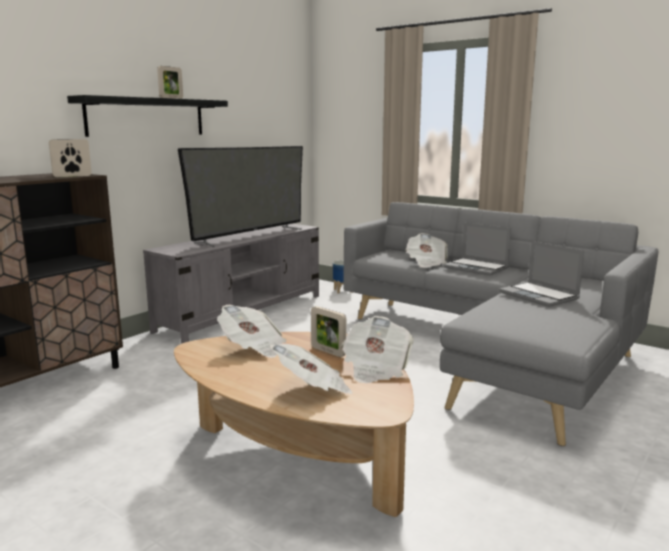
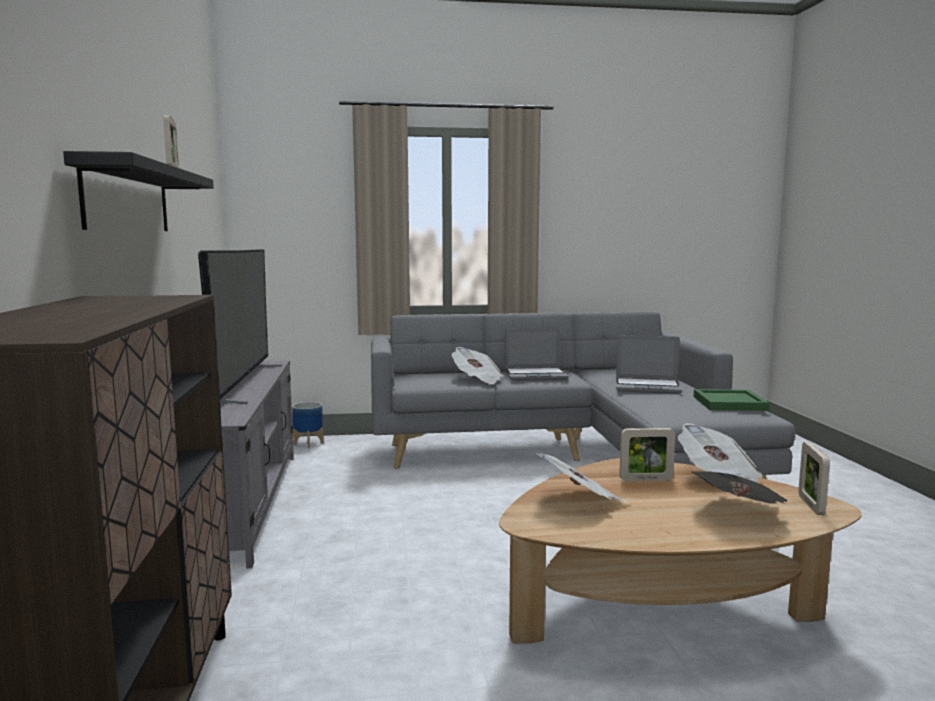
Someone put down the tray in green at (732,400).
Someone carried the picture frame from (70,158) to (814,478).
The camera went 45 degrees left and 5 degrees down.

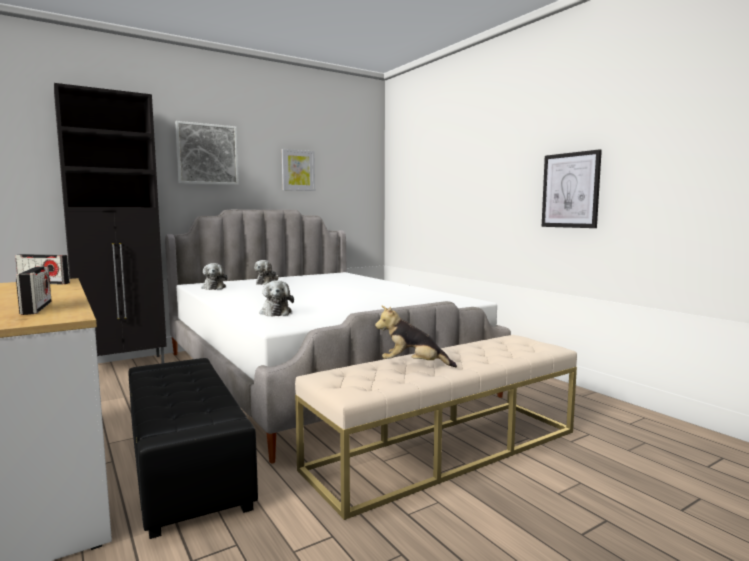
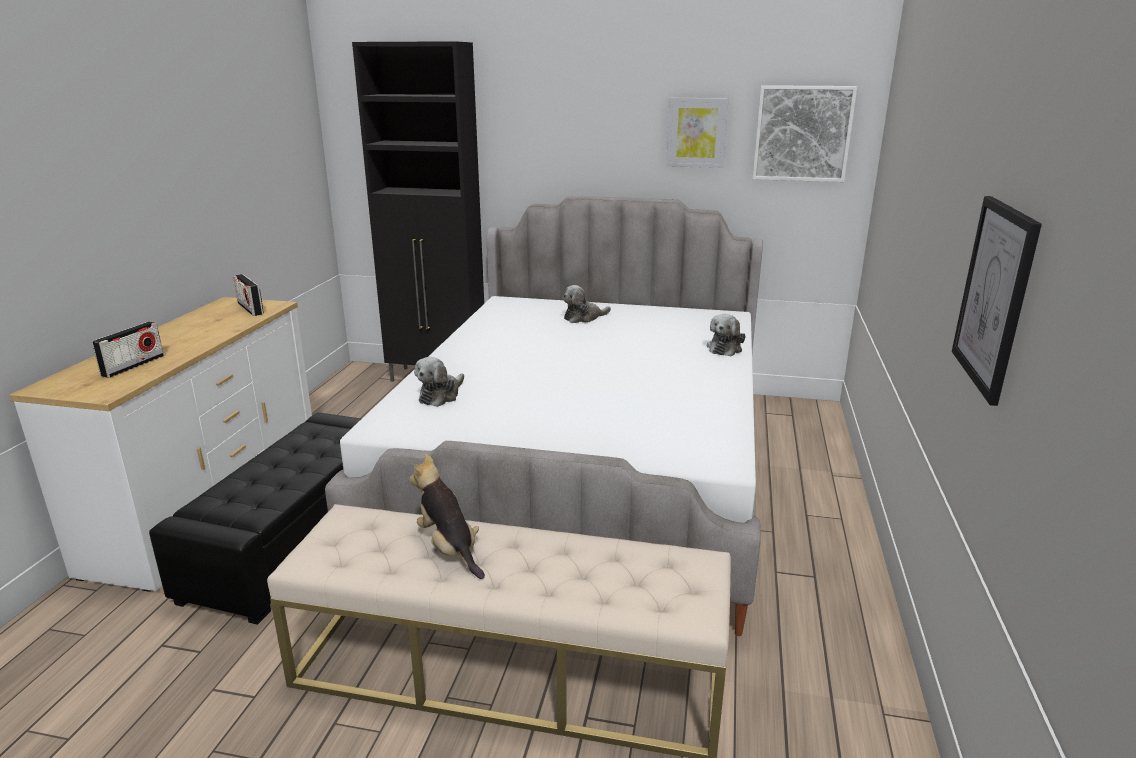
Someone carried the plush toy from (214,276) to (725,335).
Someone carried the picture from (207,153) to (804,133).
The camera went 45 degrees right and 15 degrees up.

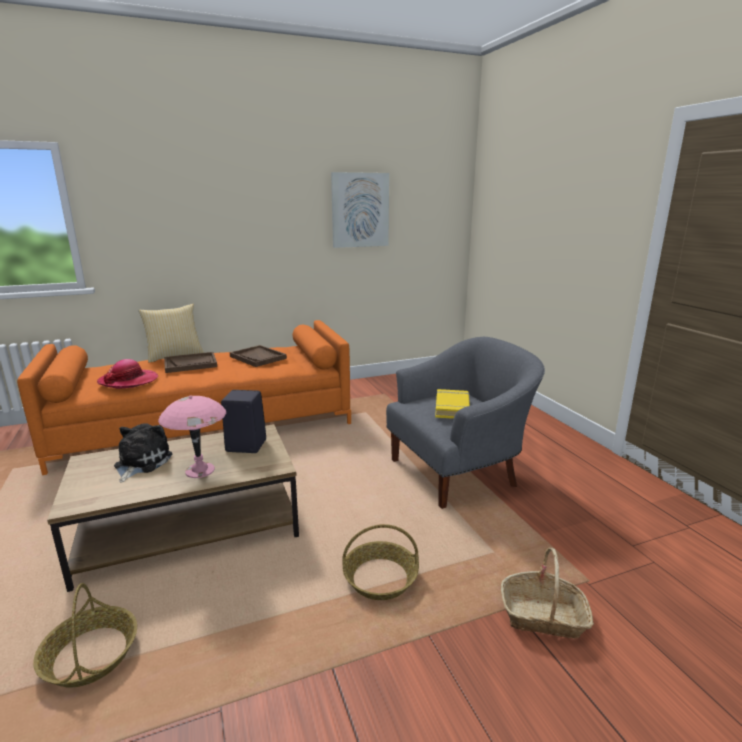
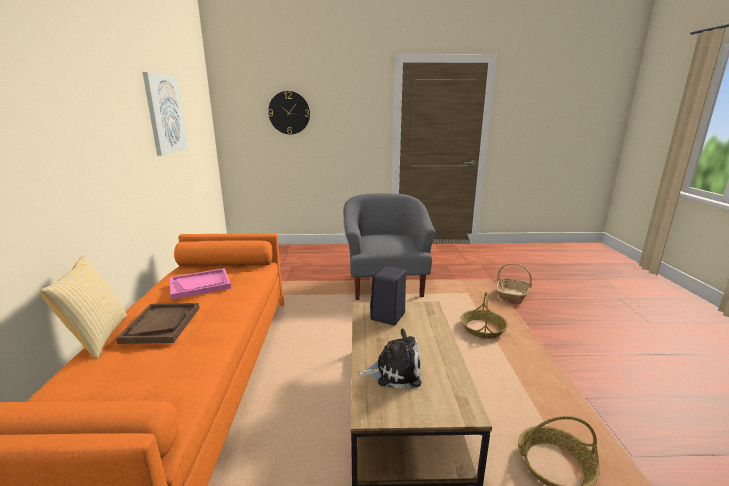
Someone repainted the tray in brown at (258,356), which became the tray in pink at (200,284).
Someone put up the wall clock at (289,112).
Someone rotated the plush toy at (143,453) by 150 degrees clockwise.
Someone took away the hat at (127,374).
Someone took away the table lamp in pink at (192,436).
Someone took away the book in yellow at (452,404).
The camera went 70 degrees left and 0 degrees up.

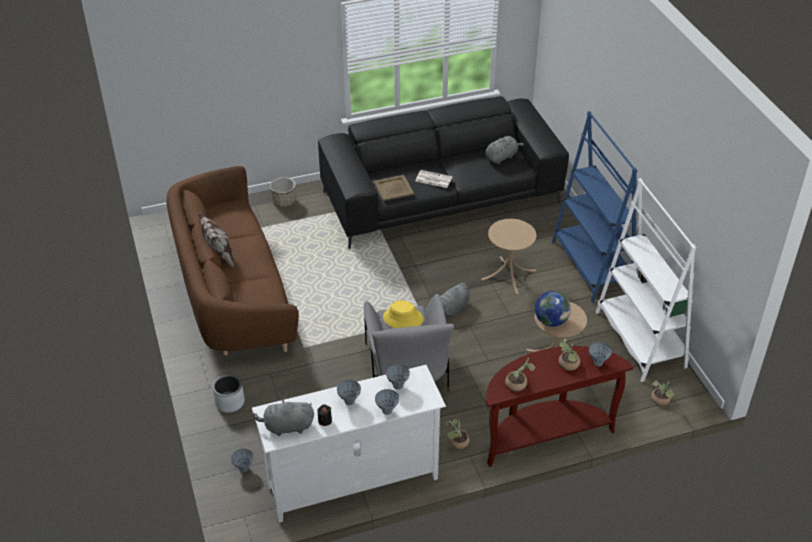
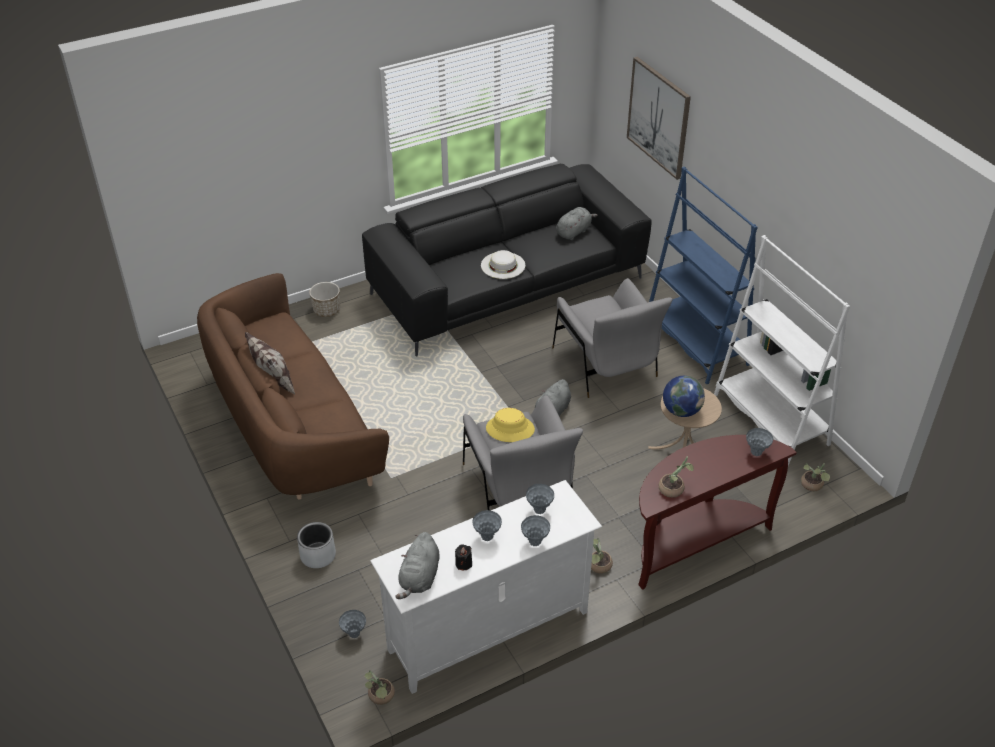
Someone carried the potted plant from (569,356) to (380,687).
Someone rotated the plush toy in grey at (283,417) by 60 degrees counterclockwise.
Someone swapped the newspaper at (434,179) for the hat in white at (503,264).
Someone swapped the side table in beige at (508,256) for the armchair in grey at (612,338).
Someone put up the picture at (659,118).
Someone took away the tray in beige at (394,188).
The camera went 10 degrees left and 0 degrees up.

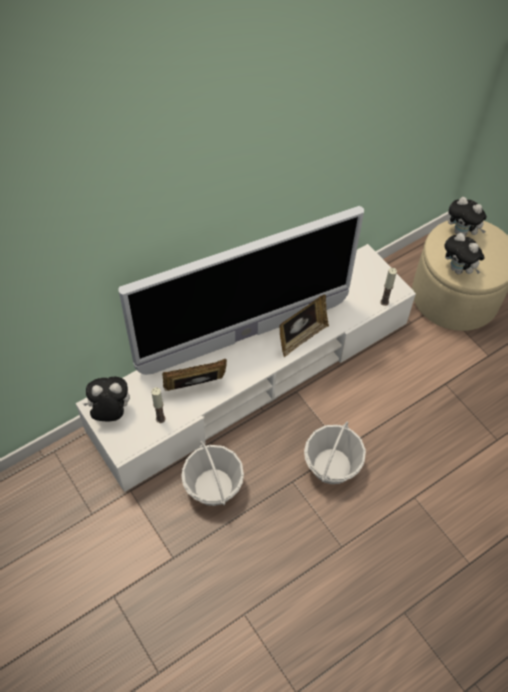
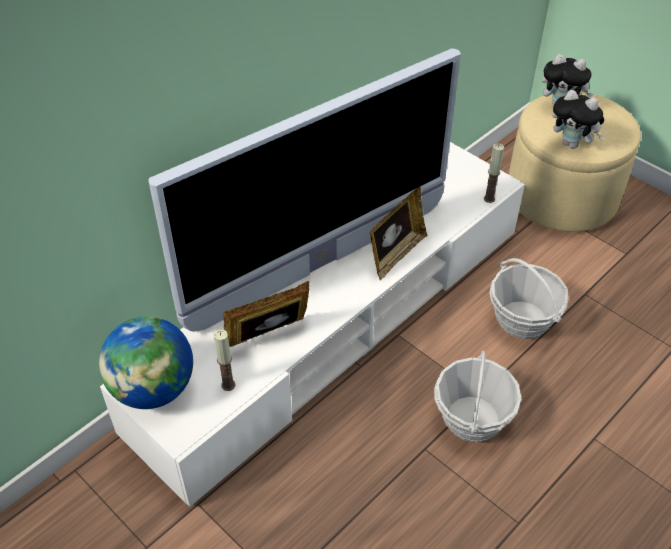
Someone swapped the plush toy at (106,399) for the globe at (146,363).
Someone carried the basket from (212,473) to (529,298).
The camera went 10 degrees left and 10 degrees down.

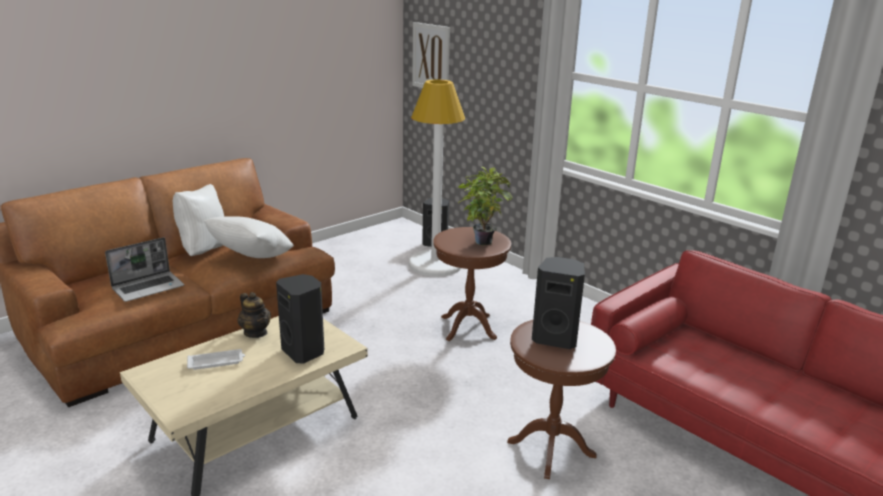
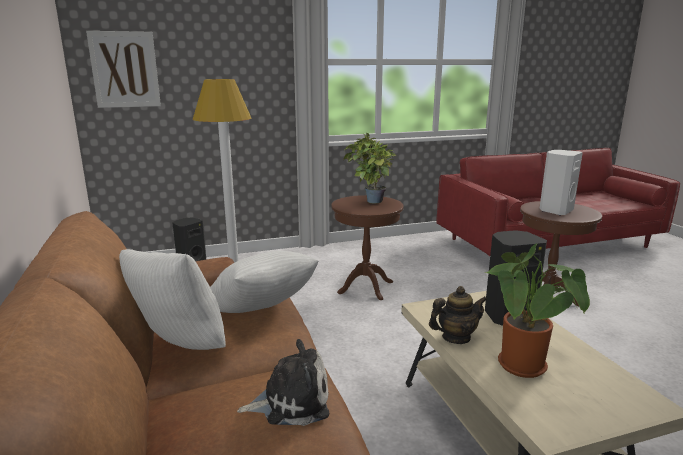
Someone swapped the laptop at (144,269) for the plush toy at (283,382).
Someone swapped the tray in white at (216,359) for the potted plant at (537,310).
Someone repainted the speaker in black at (558,303), which became the speaker in white at (561,182).
The camera went 65 degrees left and 5 degrees down.

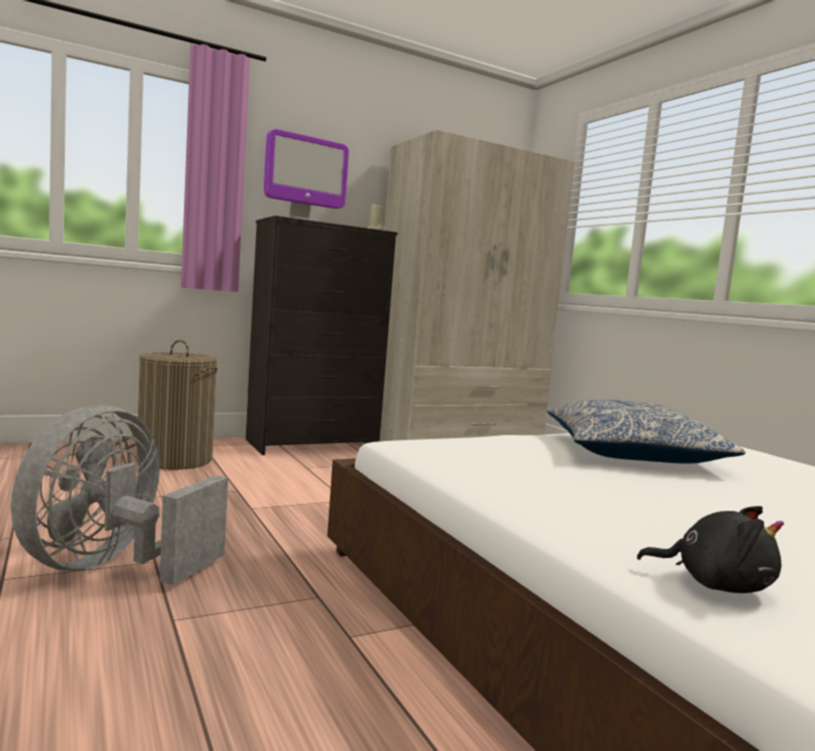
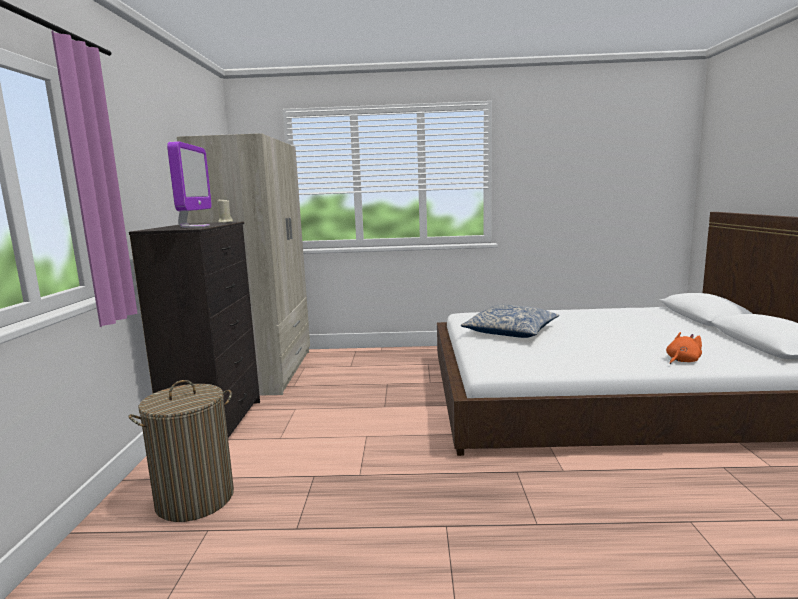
Someone repainted the plush toy in black at (710,549), which became the plush toy in orange at (684,348).
Someone took away the fan in grey at (119,495).
The camera went 60 degrees left and 5 degrees up.

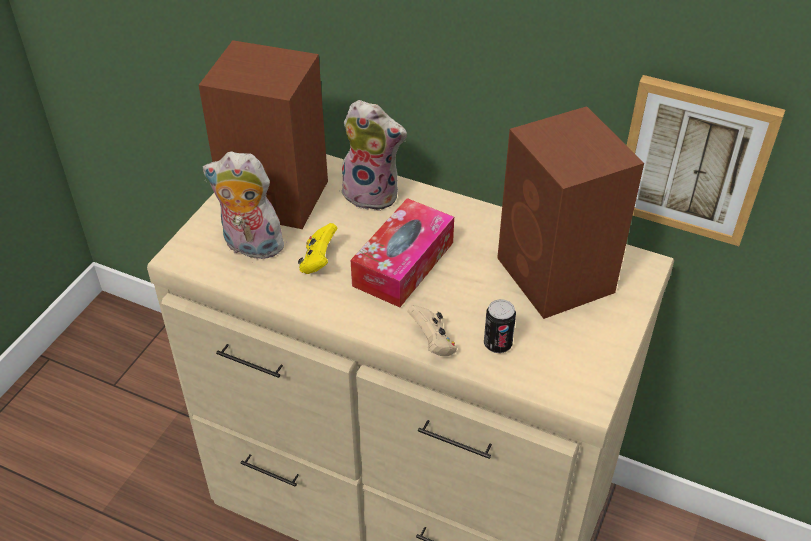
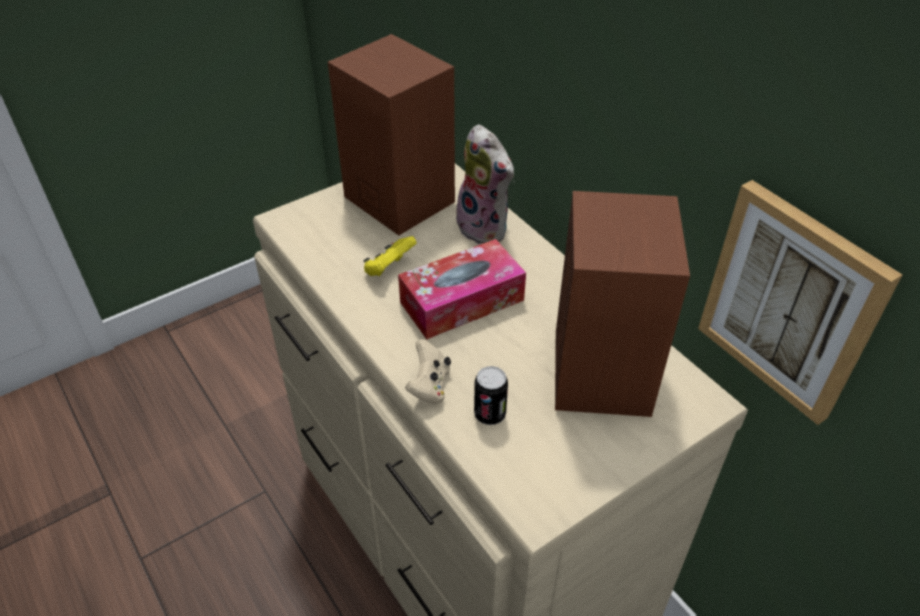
Someone took away the plush toy at (243,205).
The camera went 30 degrees right and 0 degrees up.

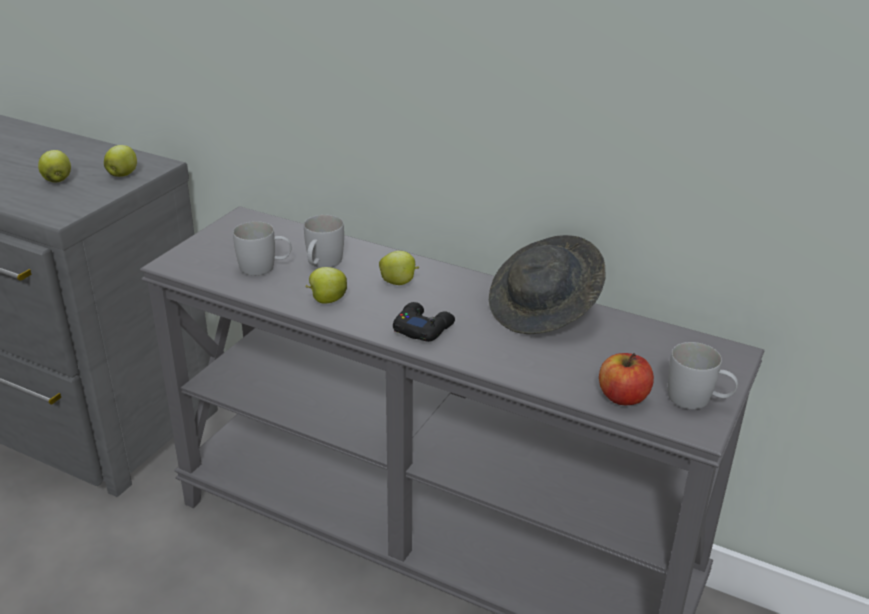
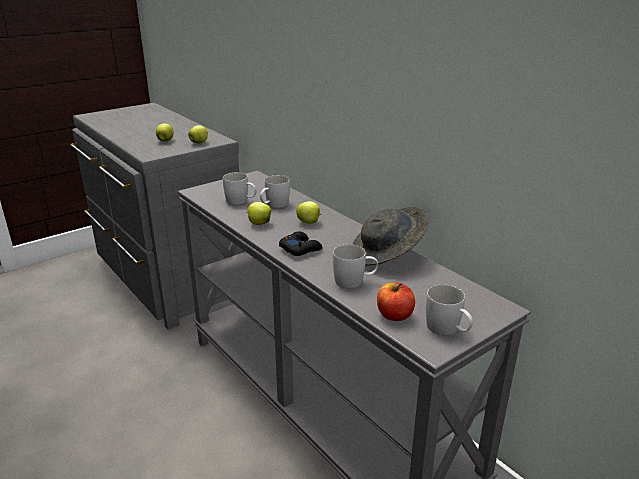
Someone put down the mug in white at (355,266).
The camera went 25 degrees right and 5 degrees down.

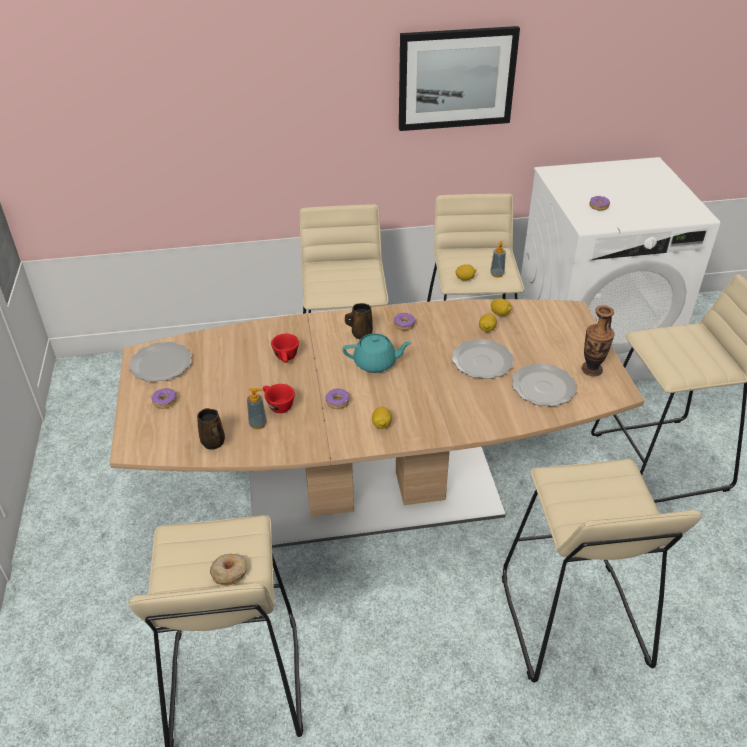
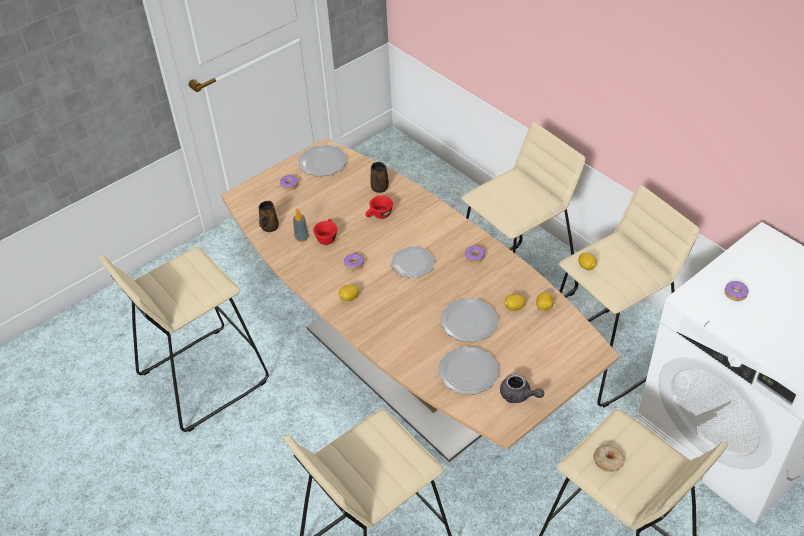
Someone carried the mug in brown from (359,321) to (380,177).
Someone swapped the teapot in turquoise at (377,353) for the plate at (413,262).
Someone swapped the vase at (598,340) for the teapot in grey at (522,388).
Someone carried the donut from (228,570) to (609,458).
Someone took away the picture at (459,78).
Someone took away the soap dispenser at (498,259).
The camera went 60 degrees right and 5 degrees up.

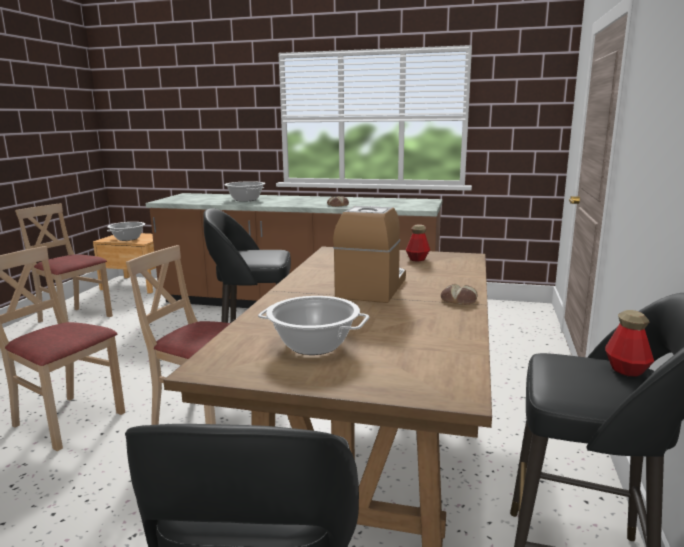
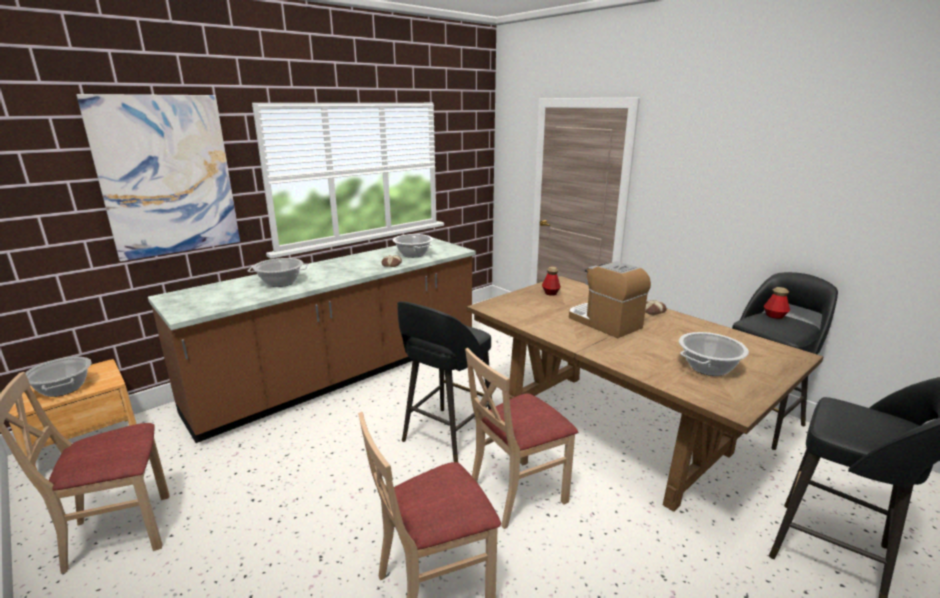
Someone put up the picture at (158,178).
Someone put down the cooking pot at (412,246).
The camera went 55 degrees left and 5 degrees up.

